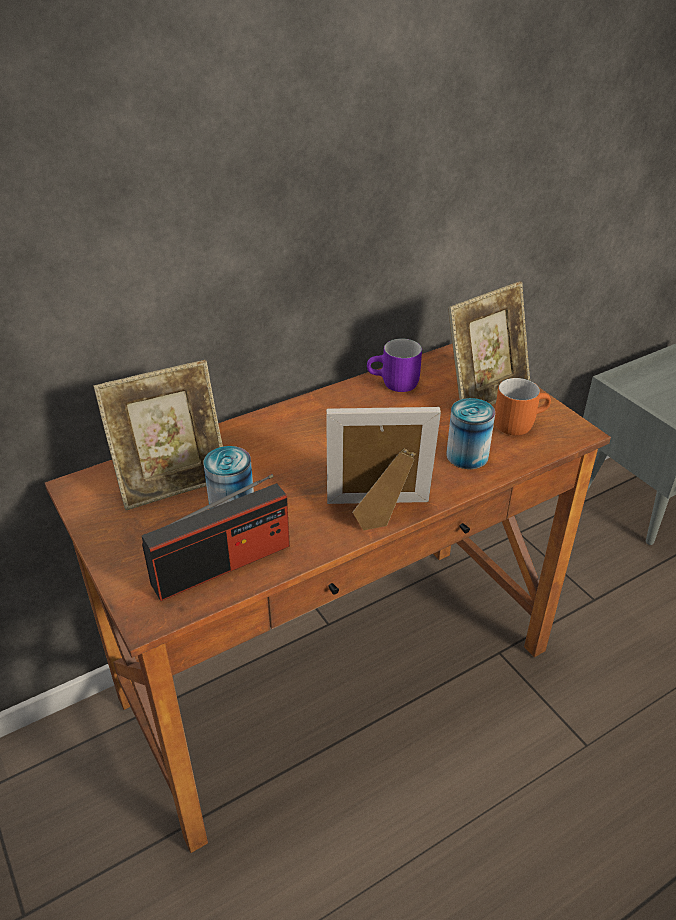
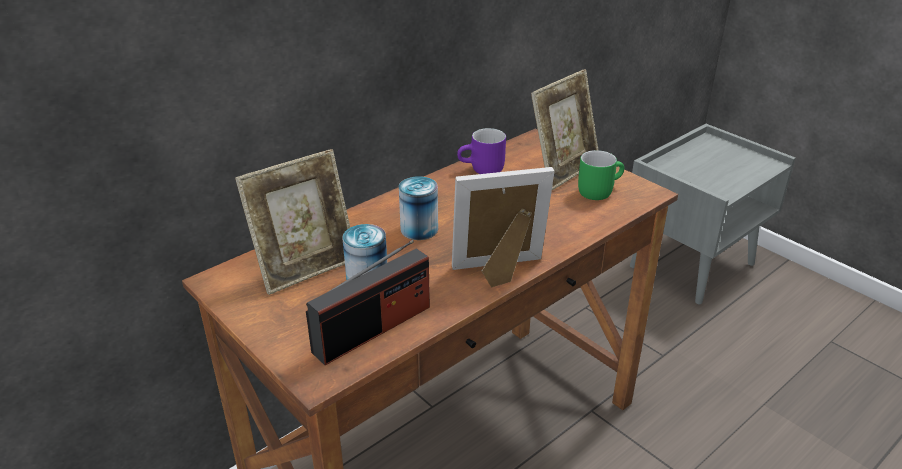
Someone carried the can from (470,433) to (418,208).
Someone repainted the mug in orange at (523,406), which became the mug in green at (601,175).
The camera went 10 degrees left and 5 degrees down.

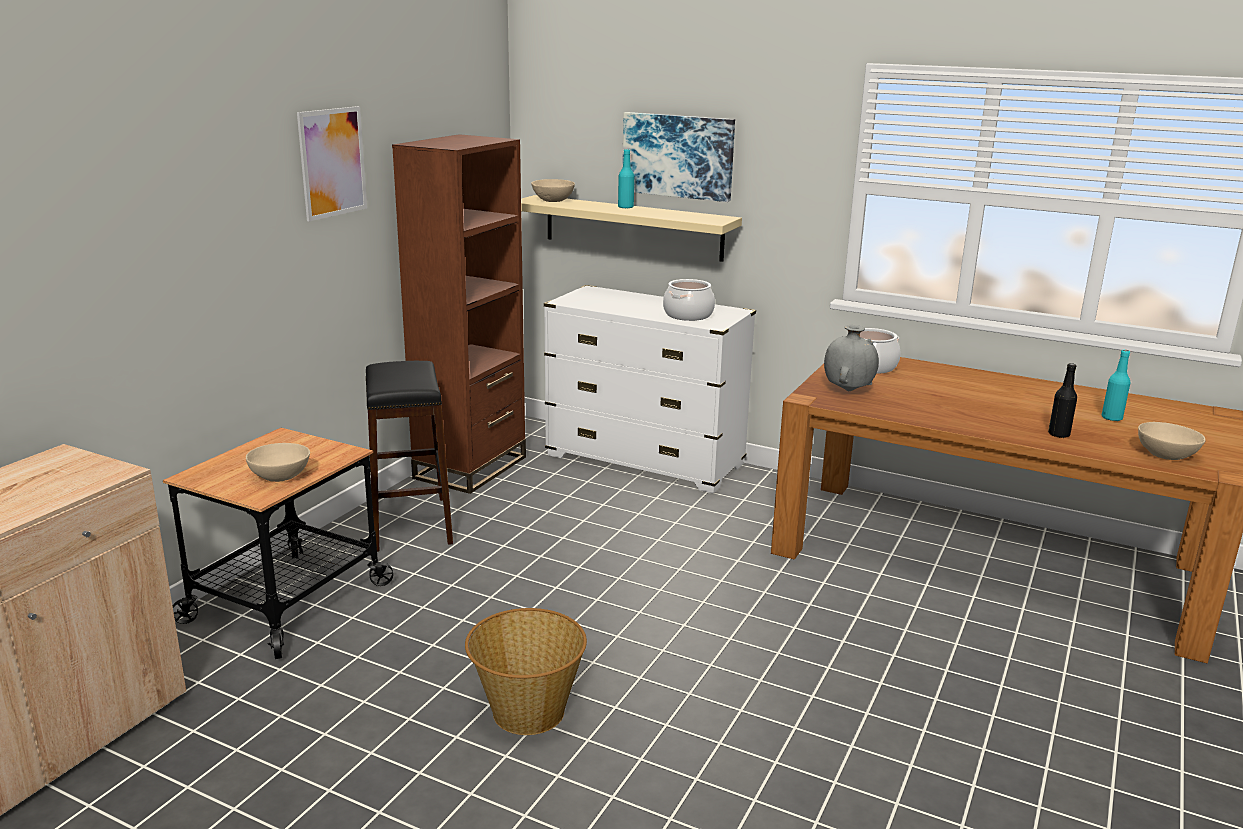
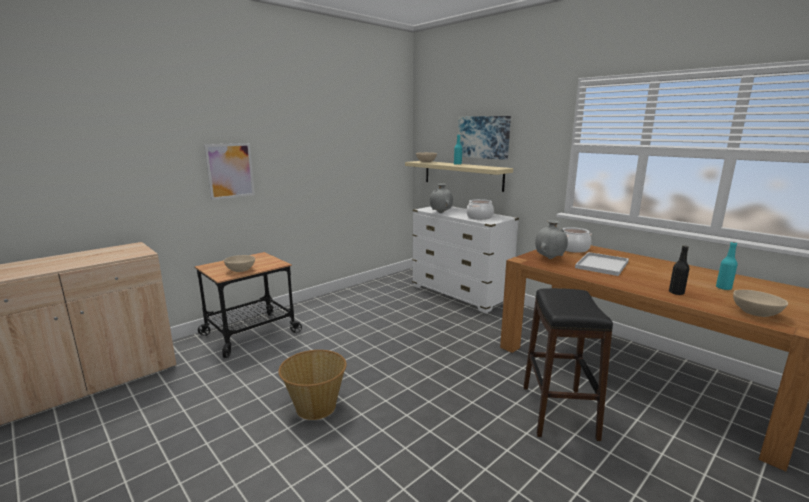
Someone carried the picture from (332,163) to (229,171).
Someone put down the vase in grey at (441,198).
Someone carried the stool in black from (409,456) to (568,364).
Someone put down the tray in white at (602,264).
Someone took away the bookcase in brown at (459,314).
The camera went 20 degrees right and 5 degrees down.

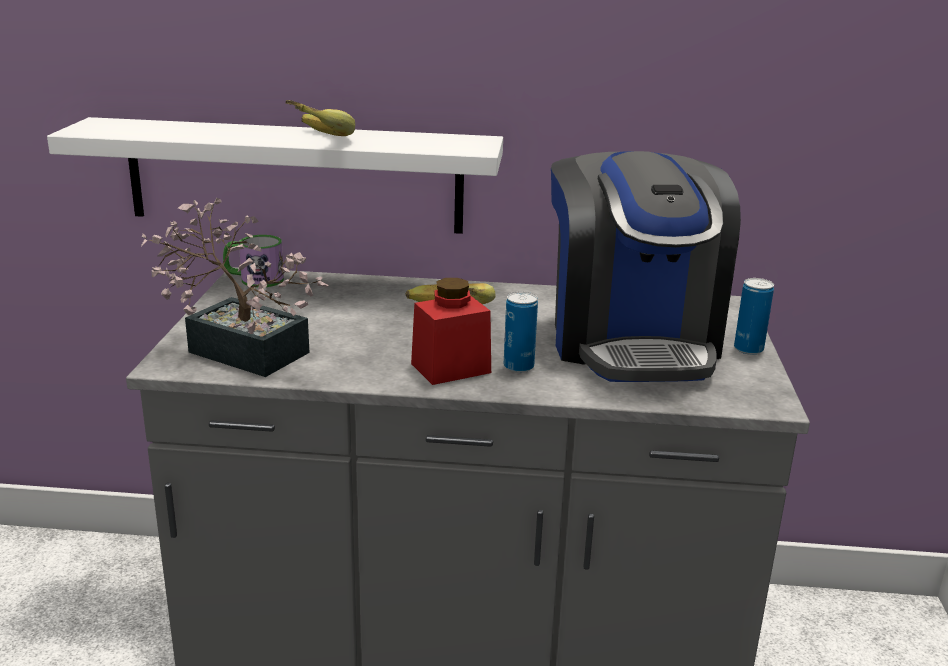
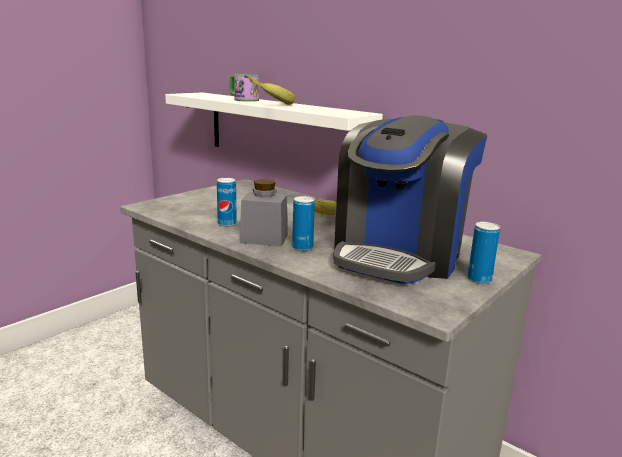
Someone put down the can at (227,202).
Someone carried the mug from (253,261) to (244,88).
Someone repainted the jar in red at (451,331), which became the jar in grey at (264,212).
Someone took away the potted plant at (234,287).
The camera went 35 degrees right and 5 degrees down.

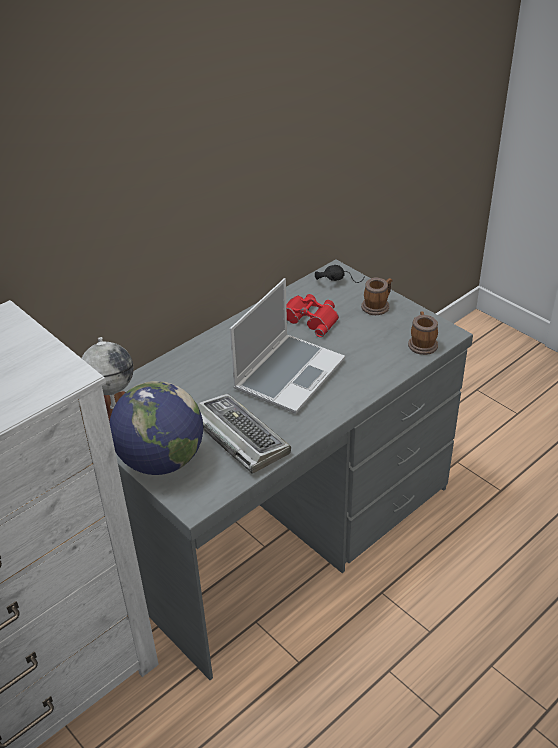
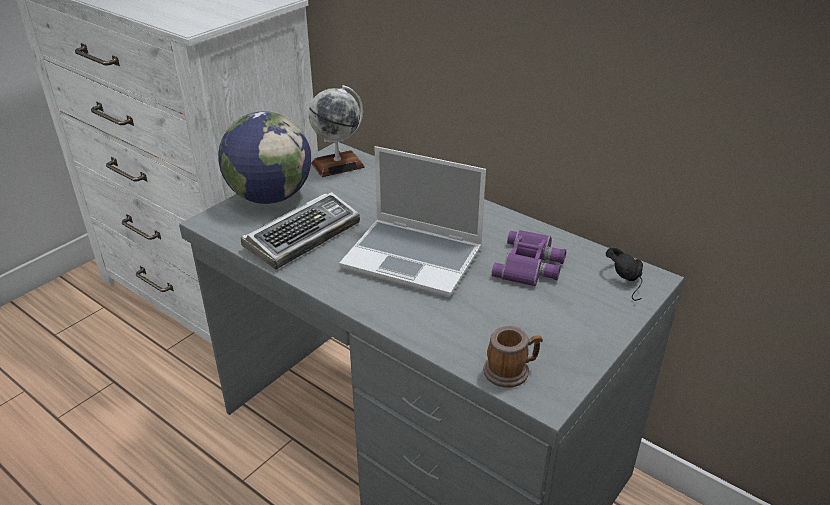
Someone repainted the binoculars in red at (312,315), which became the binoculars in purple at (529,258).
Someone took away the mug at (377,296).
The camera went 80 degrees right and 5 degrees down.

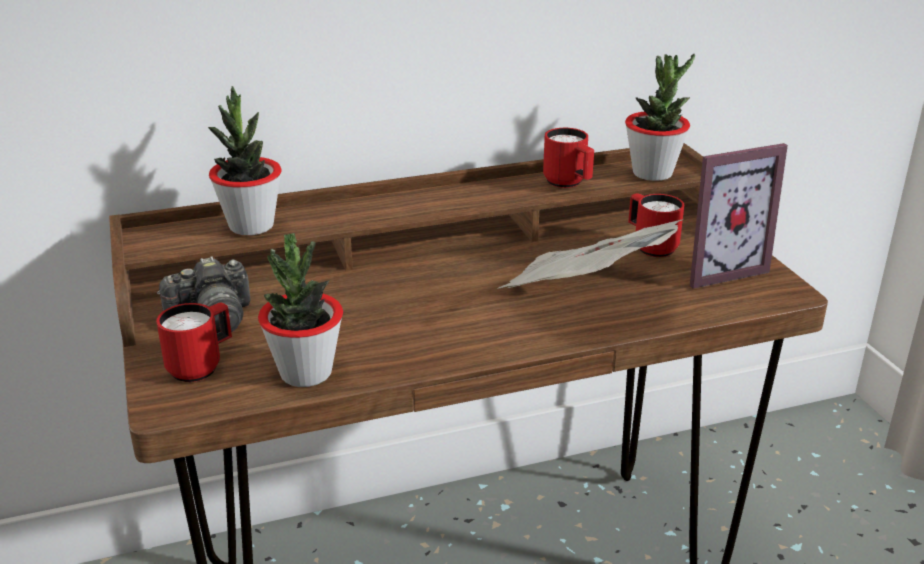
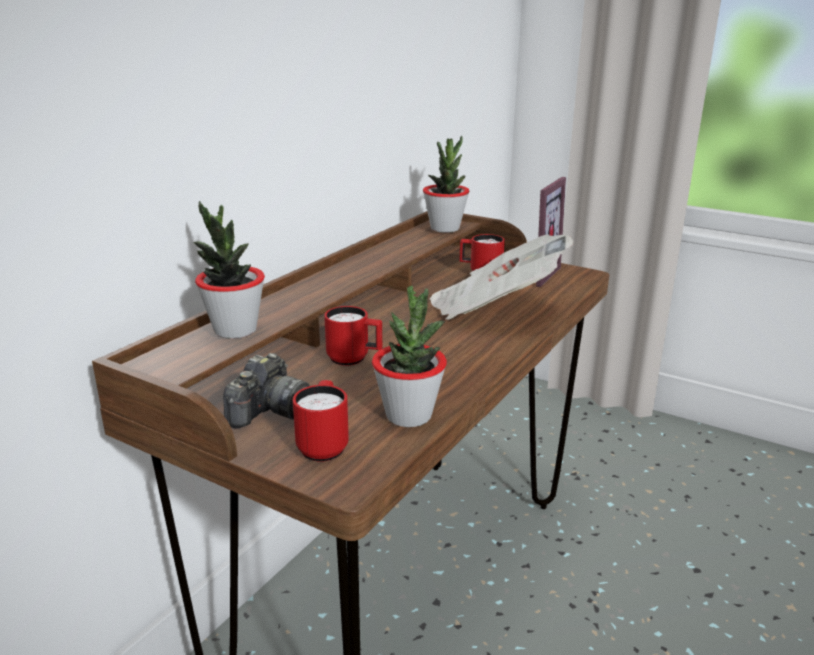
Someone carried the mug in red from (568,158) to (353,336).
The camera went 40 degrees left and 5 degrees down.

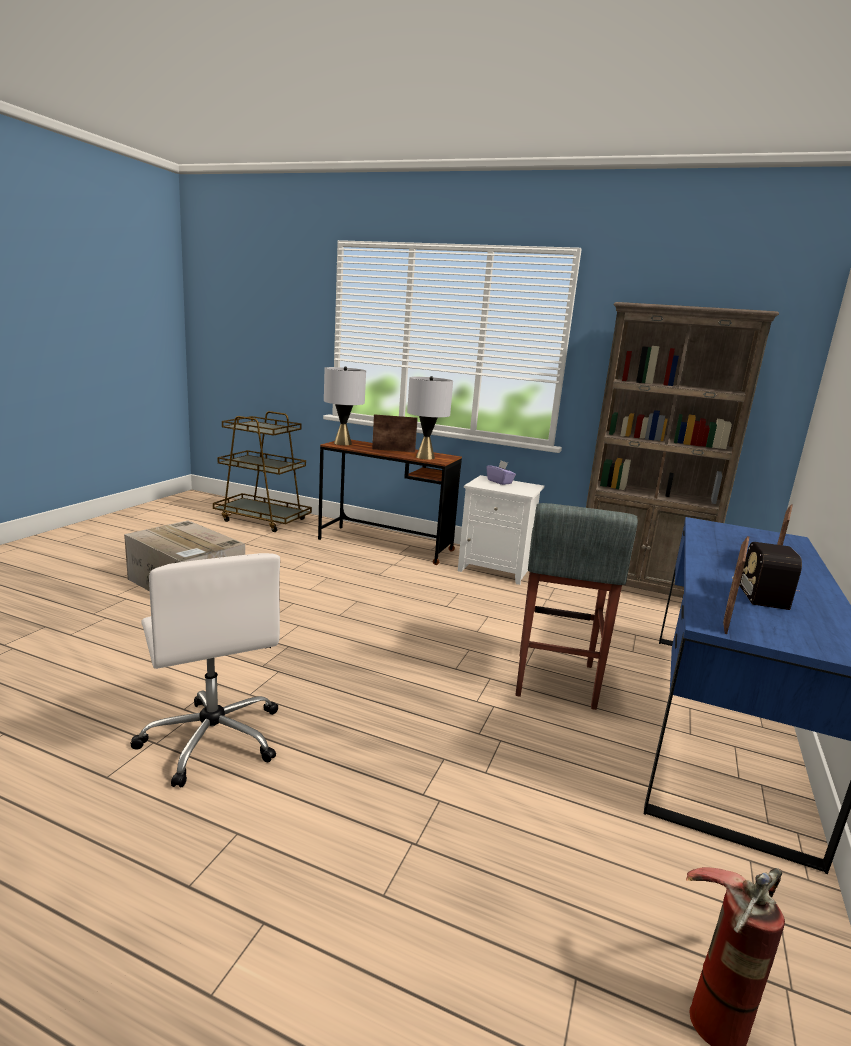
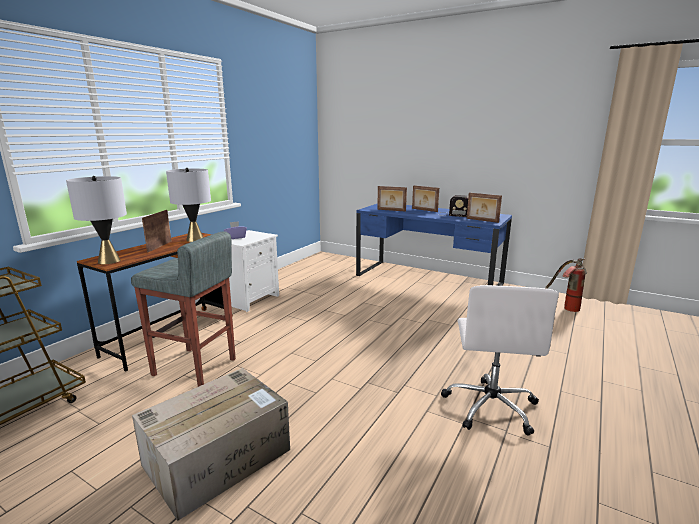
Someone carried the stool in grey from (576,606) to (183,309).
Someone put down the picture frame at (392,199).
Someone rotated the office chair in white at (205,670) by 120 degrees clockwise.
Someone took away the bookcase in brown at (682,450).
The camera went 80 degrees left and 0 degrees up.

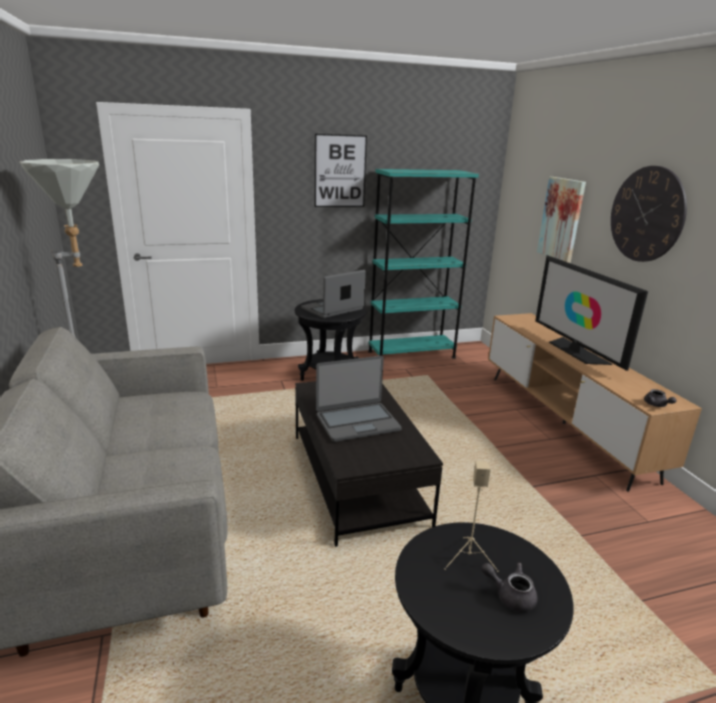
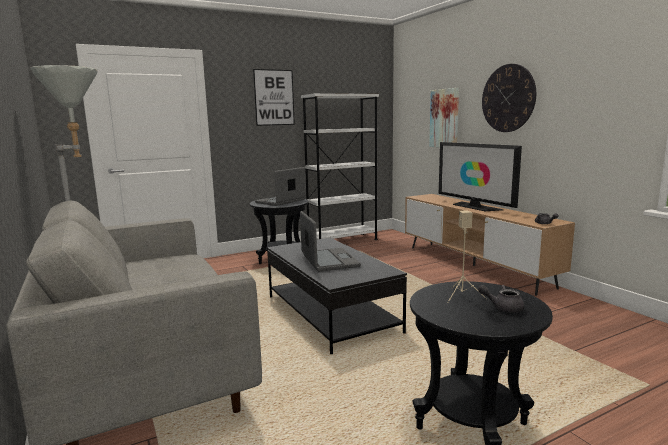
Someone rotated the laptop at (359,399) by 75 degrees counterclockwise.
Someone repainted the bookcase in turquoise at (423,264), which became the bookcase in white at (340,166).
The camera went 10 degrees left and 10 degrees down.

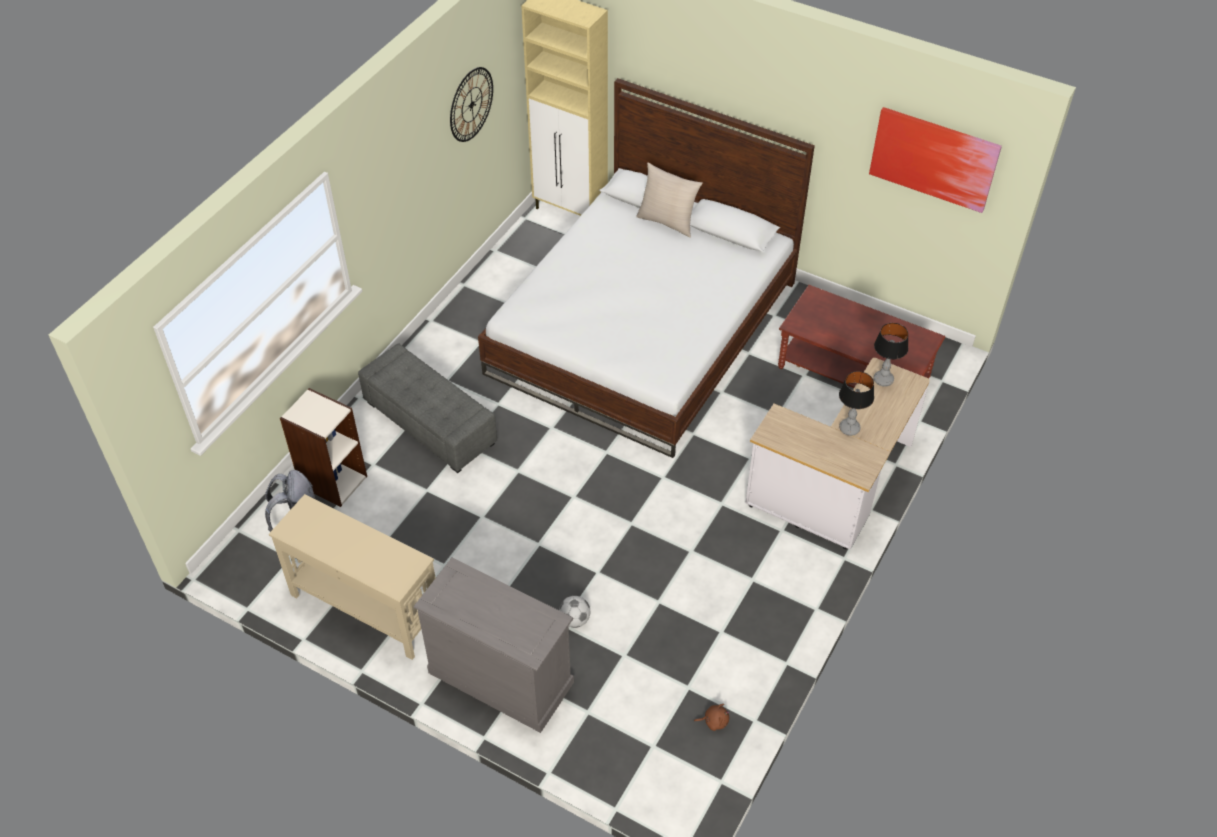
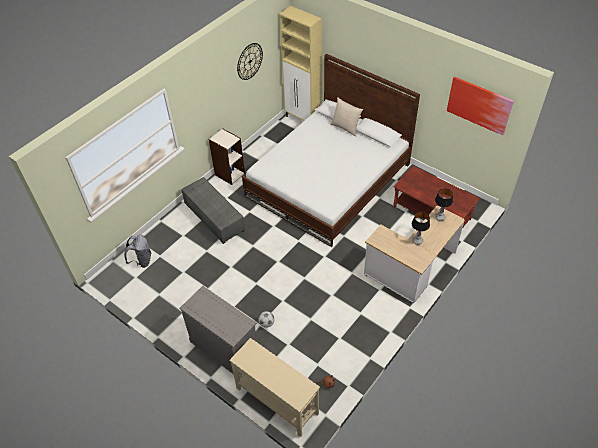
Someone carried the bookcase from (323,447) to (227,156).
Someone carried the console table in beige from (352,577) to (274,387).
The camera went 10 degrees right and 0 degrees up.

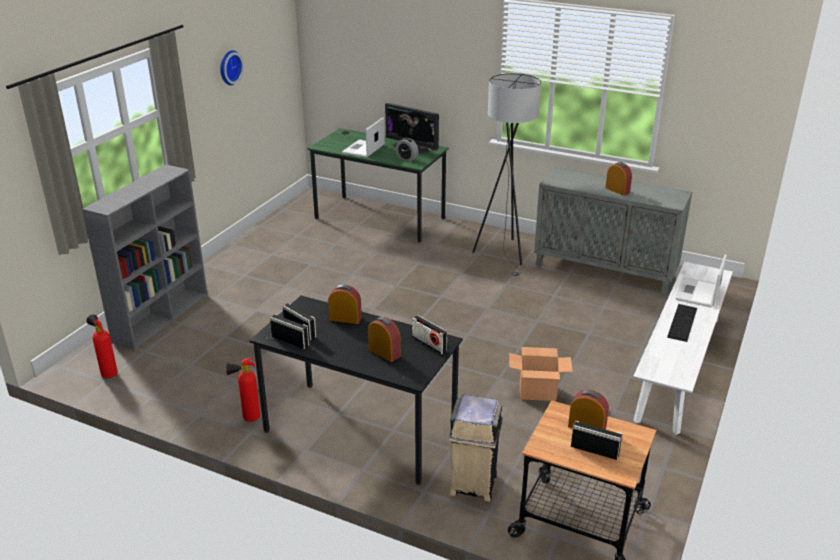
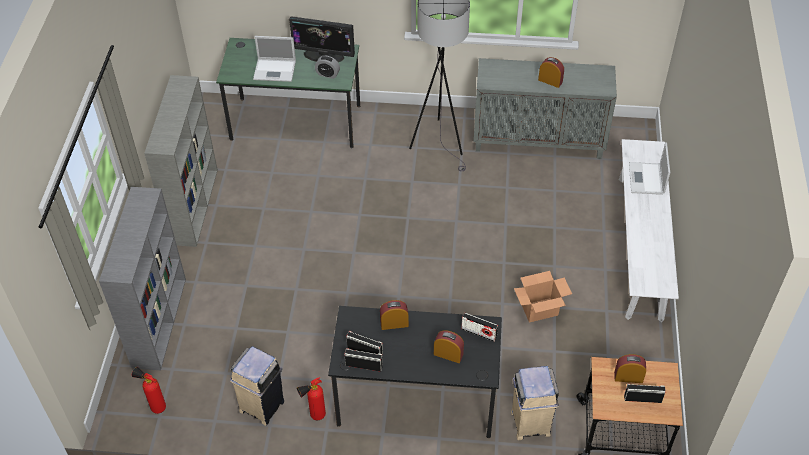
Someone put down the bookcase in grey at (181,161).
Someone put down the trash can in beige at (257,386).
Someone rotated the laptop at (363,138) by 90 degrees counterclockwise.
Someone took away the wall clock at (232,67).
Someone took away the keyboard at (682,323).
The camera went 20 degrees left and 20 degrees up.

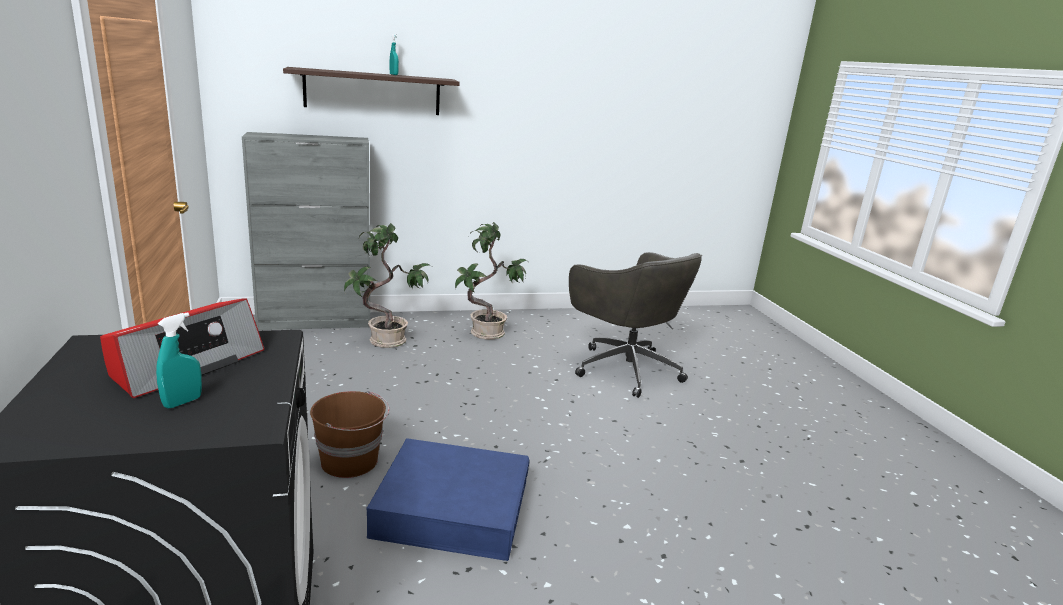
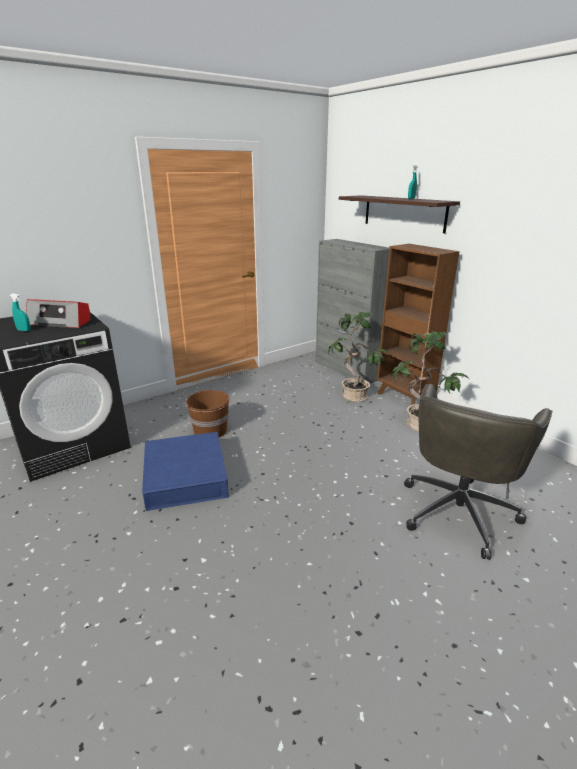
Someone put down the bookcase in brown at (418,324).
The camera went 70 degrees right and 5 degrees up.

